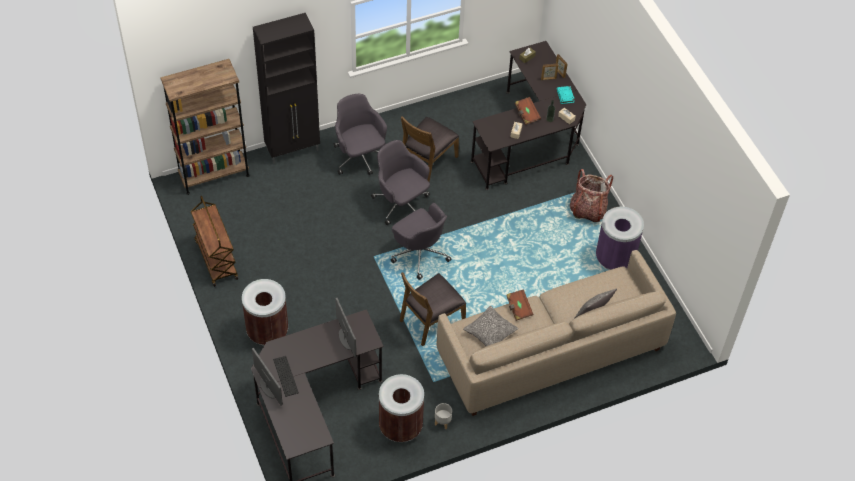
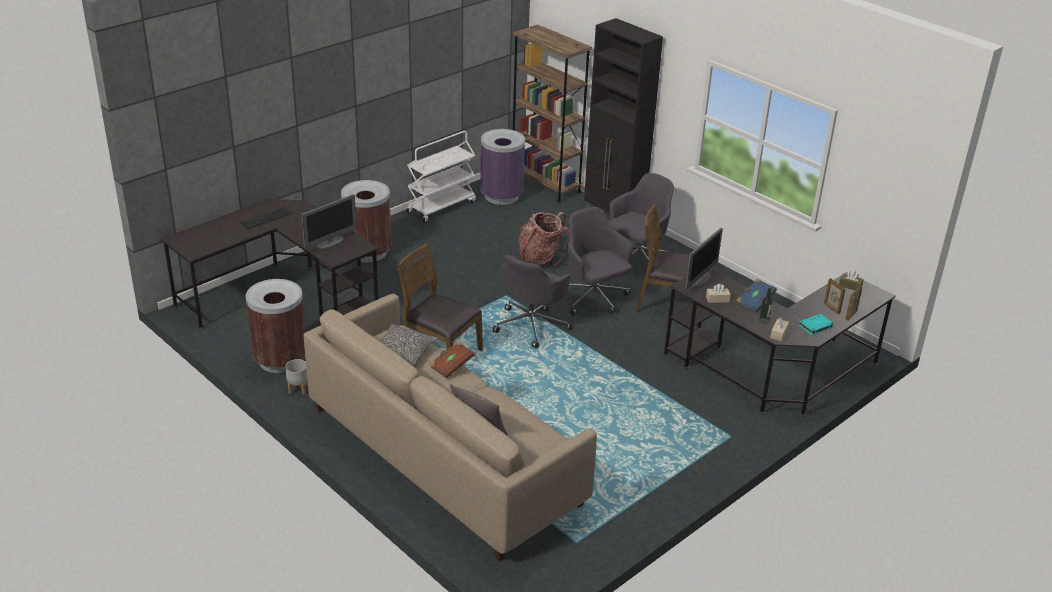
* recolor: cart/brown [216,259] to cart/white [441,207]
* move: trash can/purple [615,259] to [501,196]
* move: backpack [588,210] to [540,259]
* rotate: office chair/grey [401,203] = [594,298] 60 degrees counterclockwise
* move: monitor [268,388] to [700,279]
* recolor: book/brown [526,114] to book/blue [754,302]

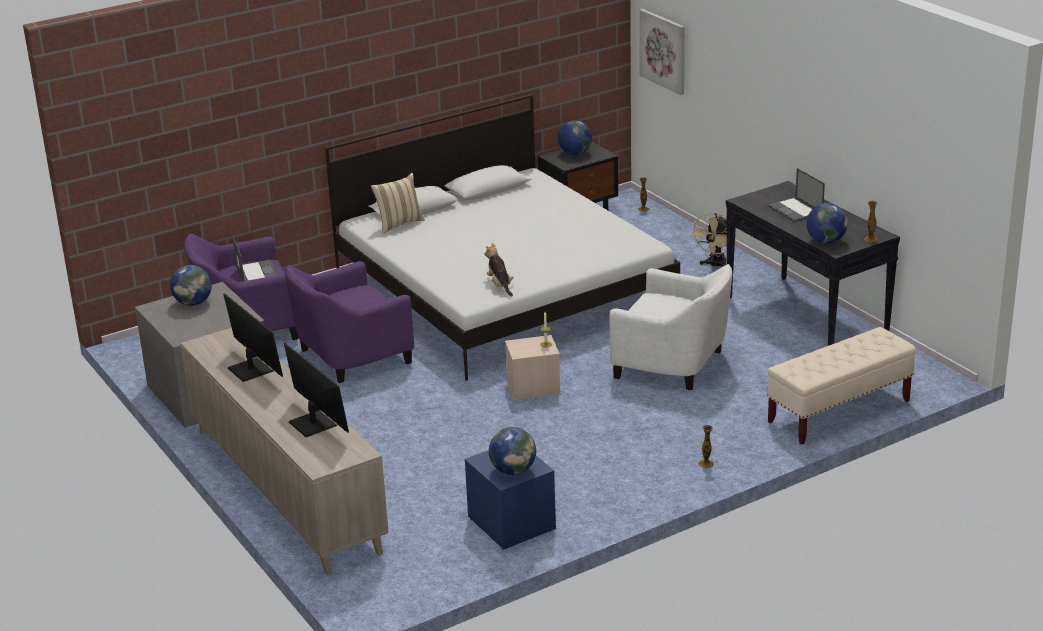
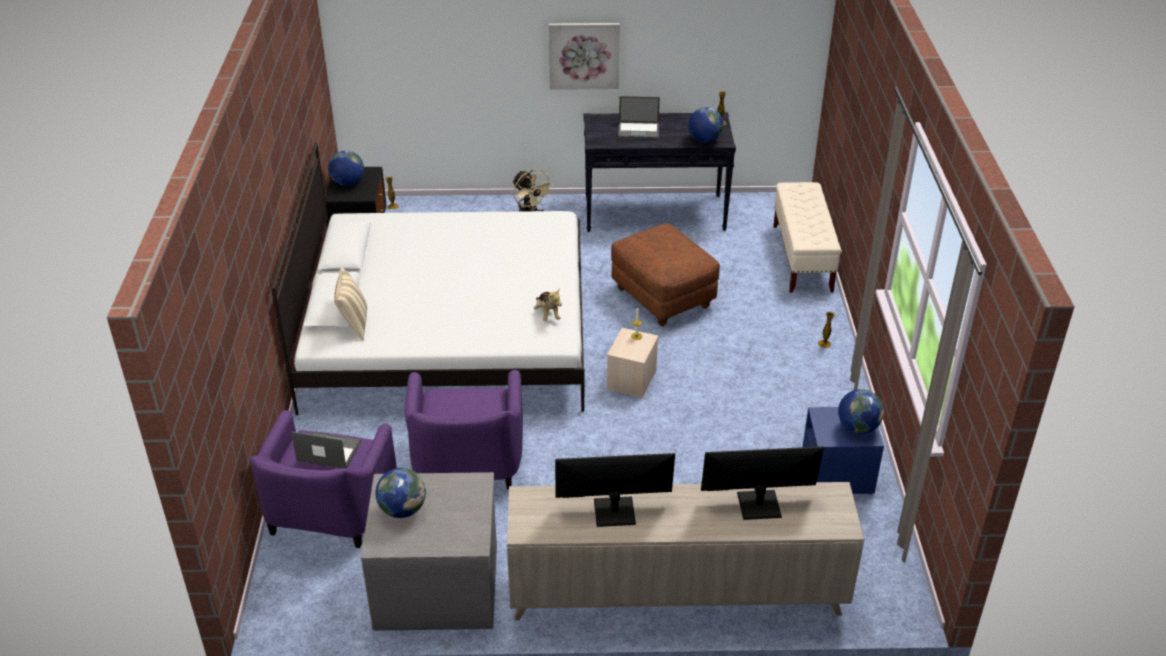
* rotate: plush toy [500,285] = [547,314] 120 degrees counterclockwise
* move: picture [663,51] to [584,55]
* replace: armchair/white [673,363] to ottoman/brown [663,297]

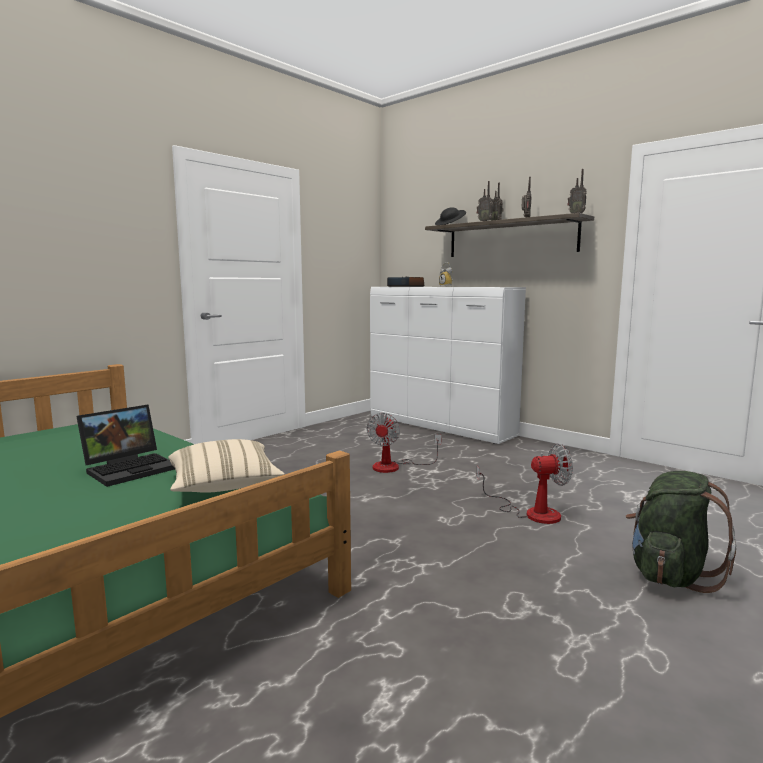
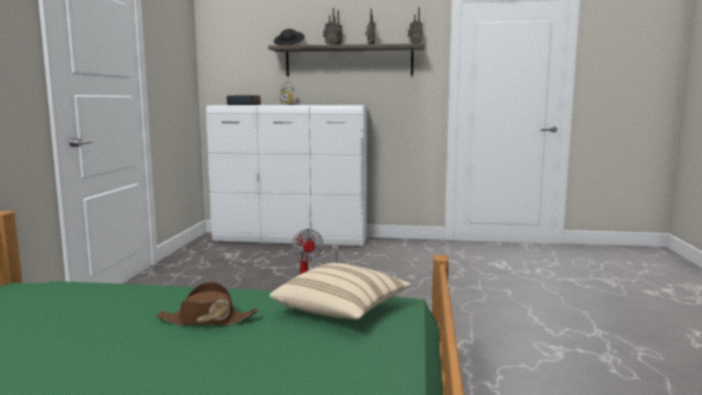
* replace: laptop [131,468] to hat/brown [207,320]
* delete: fan [531,512]
* delete: backpack/green [670,575]

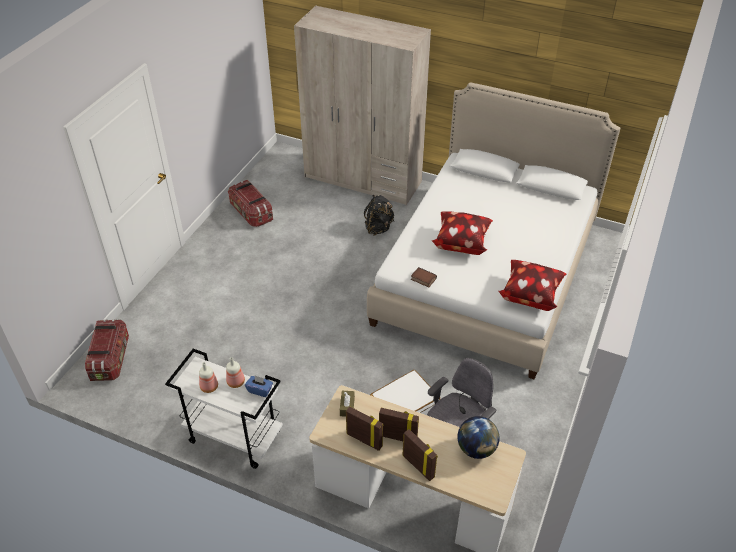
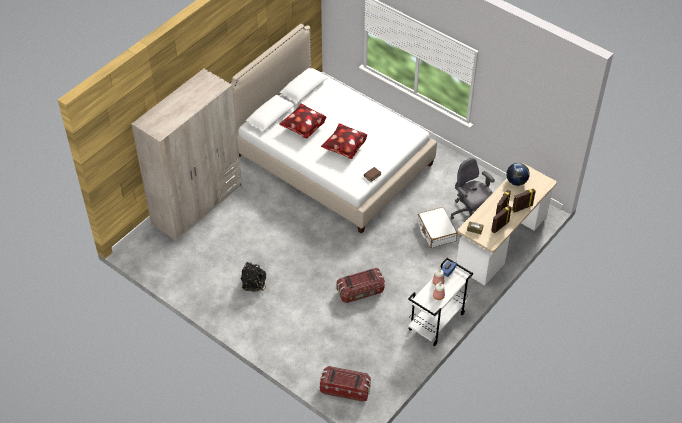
* move: backpack/black [378,228] to [253,284]
* move: pillow [529,295] to [303,128]
* move: storage box [251,213] to [361,292]

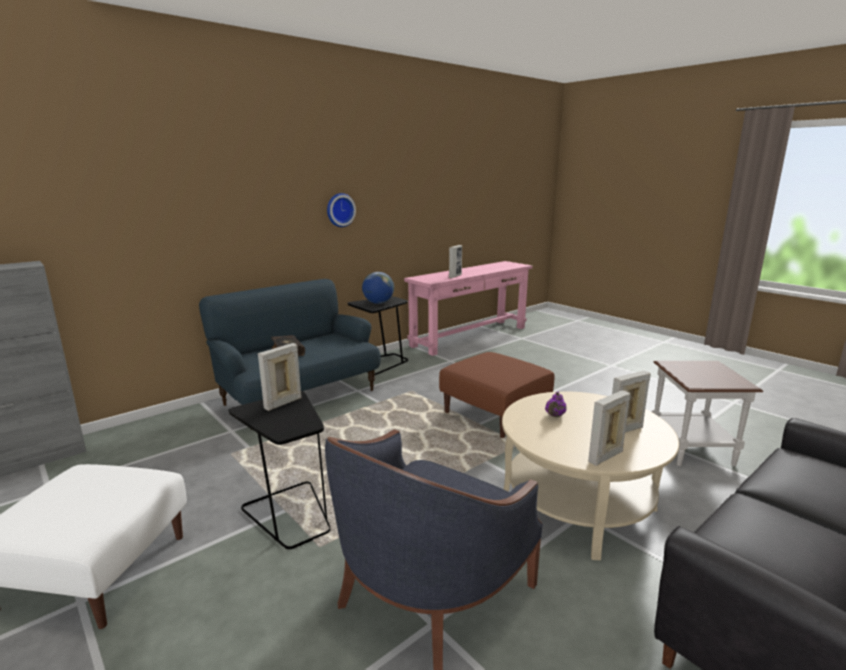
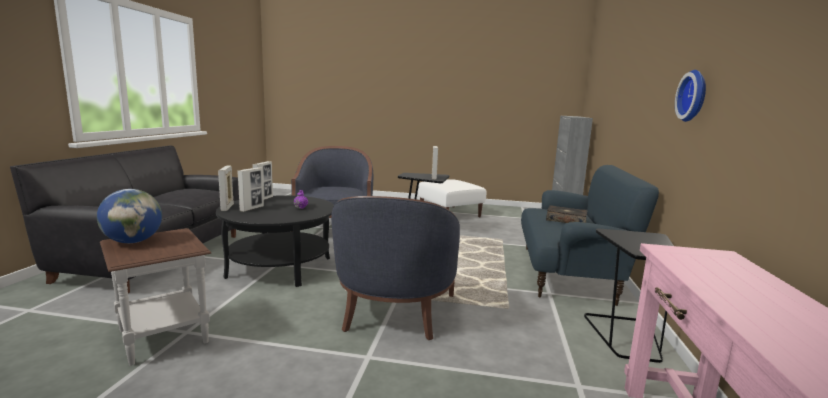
* move: globe [378,303] to [133,241]
* recolor: coffee table/beige [578,506] to coffee table/black [280,267]
* move: picture frame [455,276] to [227,207]
* replace: ottoman/brown [495,414] to armchair/blue [394,311]

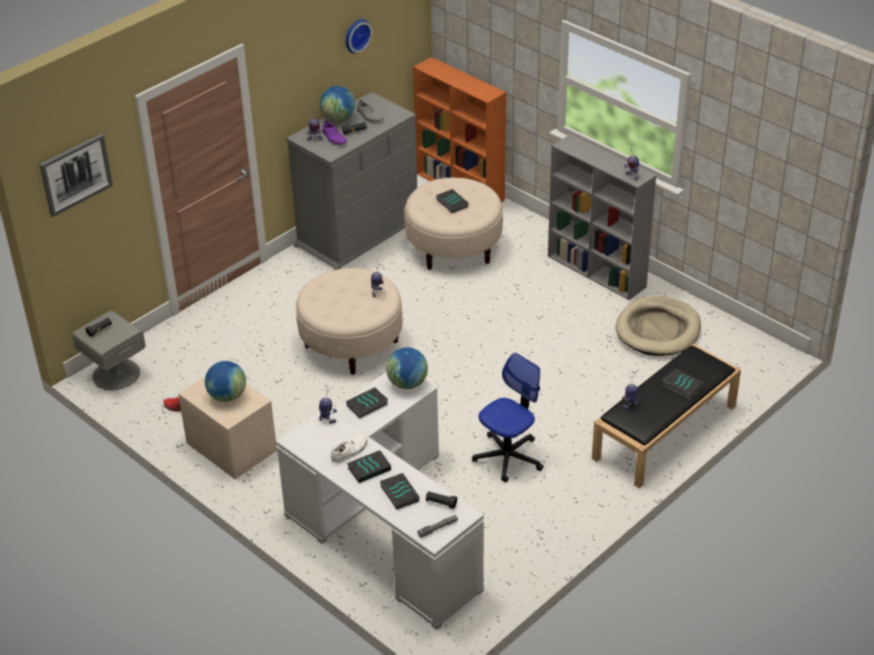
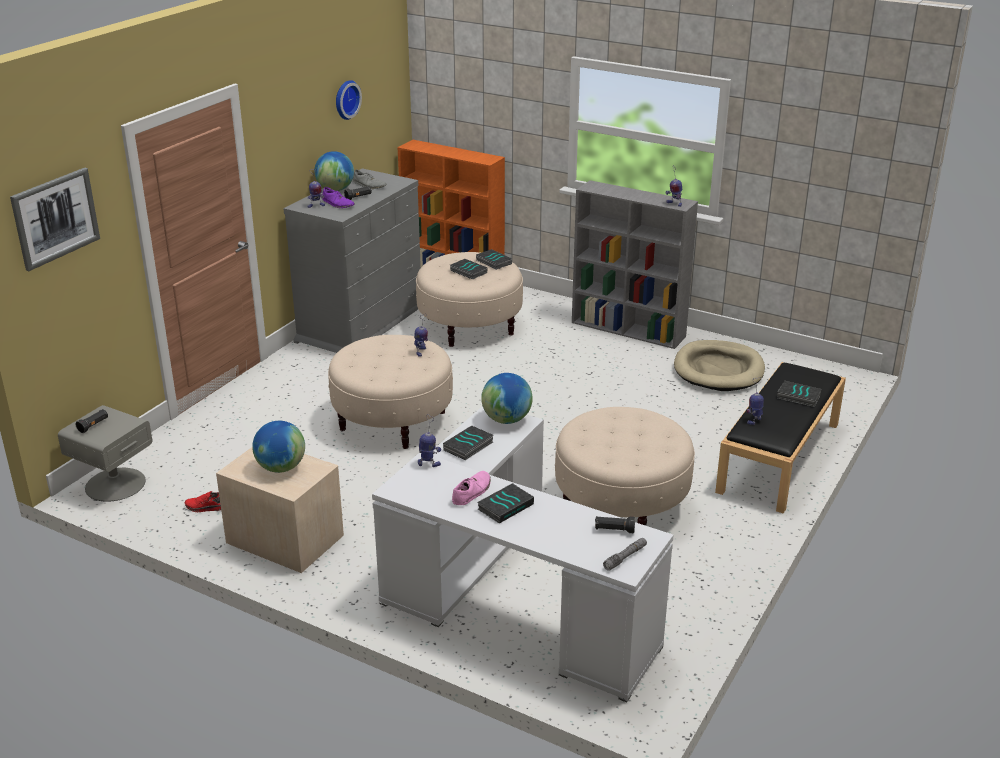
* recolor: shoe/white [349,451] to shoe/pink [471,492]
* move: book [398,493] to [493,262]
* replace: office chair [508,457] to ottoman/beige [621,504]

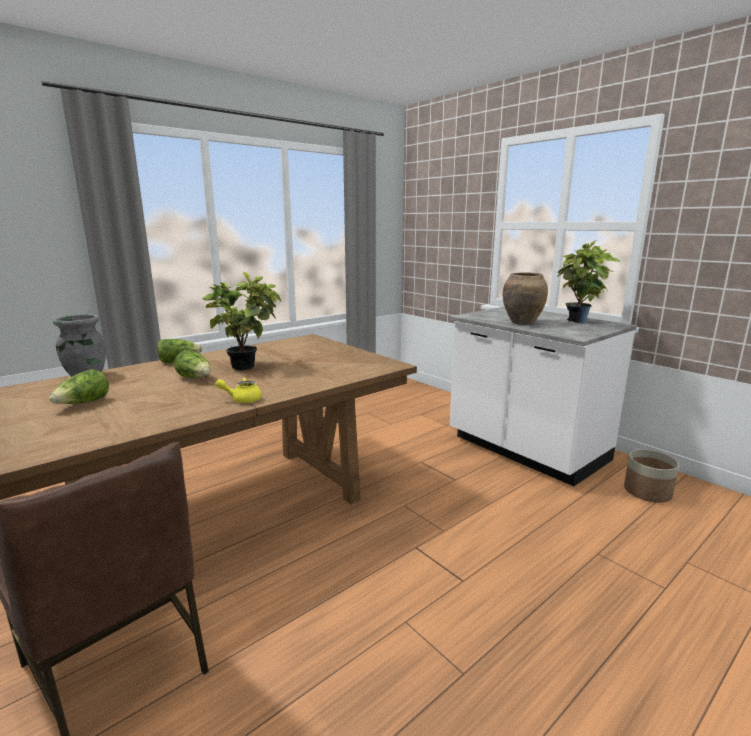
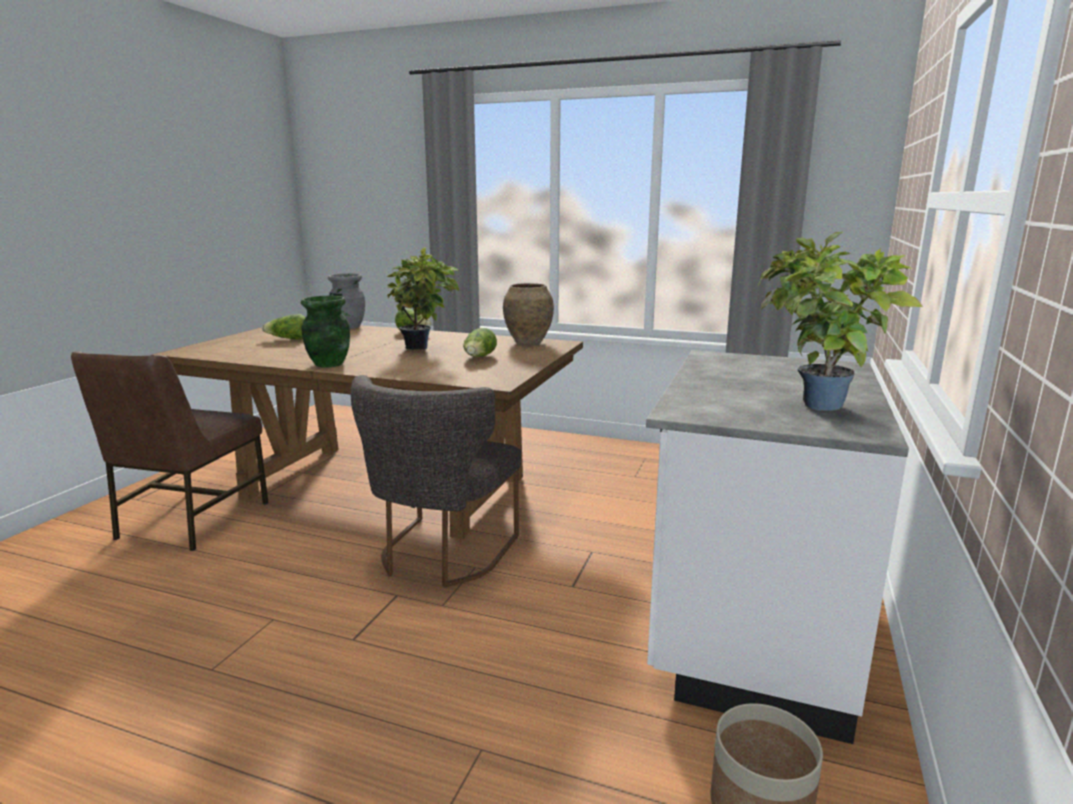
* replace: teapot/yellow [242,399] to vase/green [328,364]
* insert: chair/grey [440,555]
* move: lettuce [195,378] to [479,358]
* move: vase/brown [522,323] to [528,343]

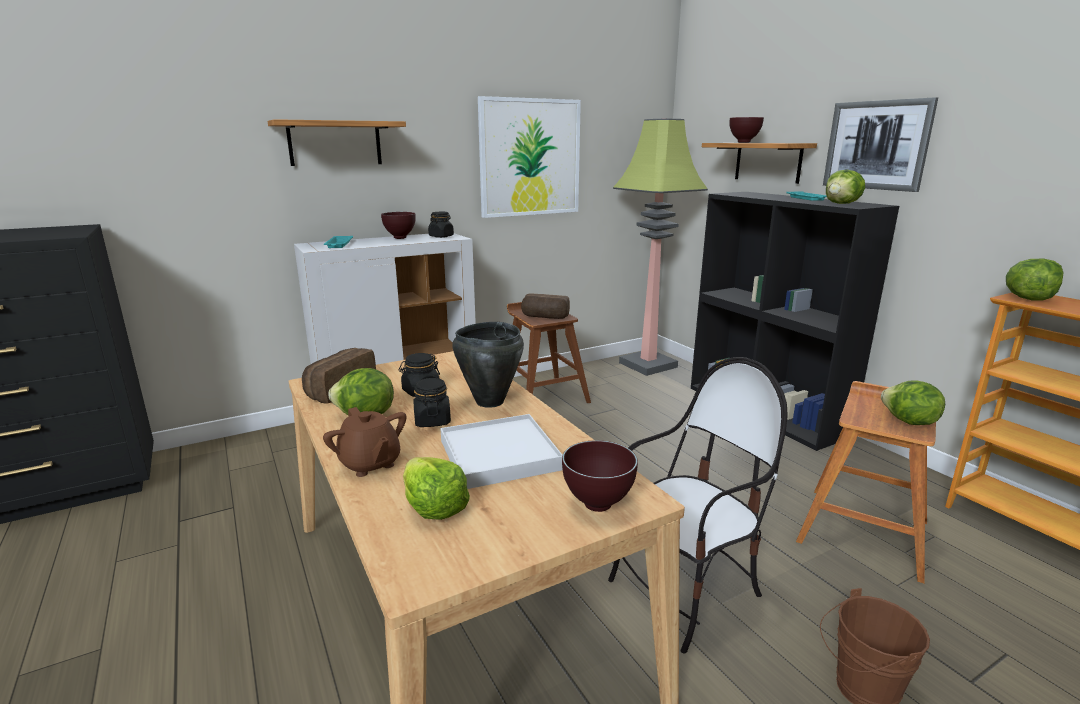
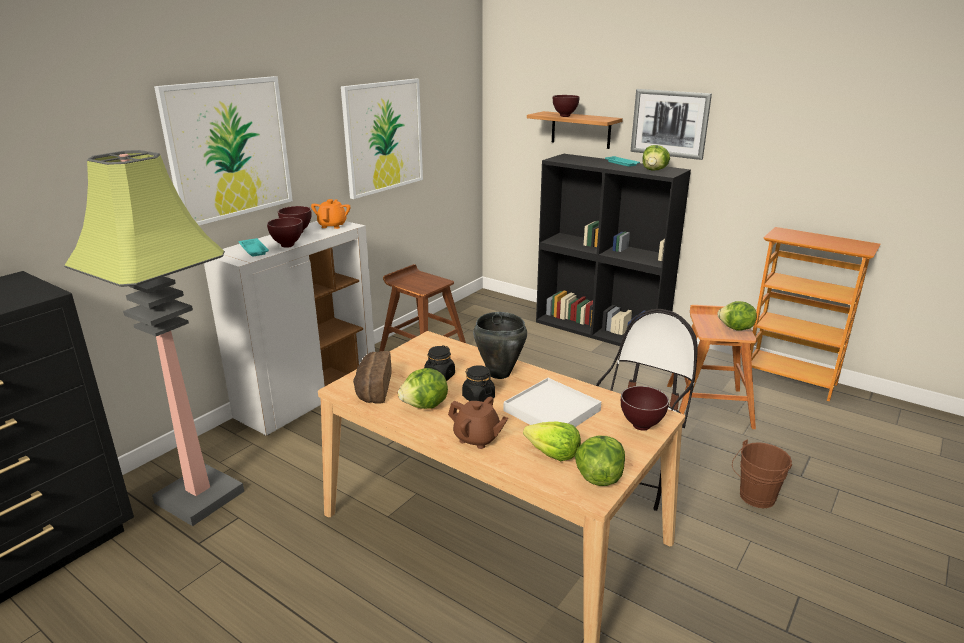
* move: floor lamp [649,365] to [201,497]
* replace: shelf [335,143] to picture [229,149]
* insert: bowl/brown [286,246]
* replace: jar/black [441,236] to teapot/orange [332,225]
* move: lettuce [1028,299] to [598,477]
* delete: bread [544,317]

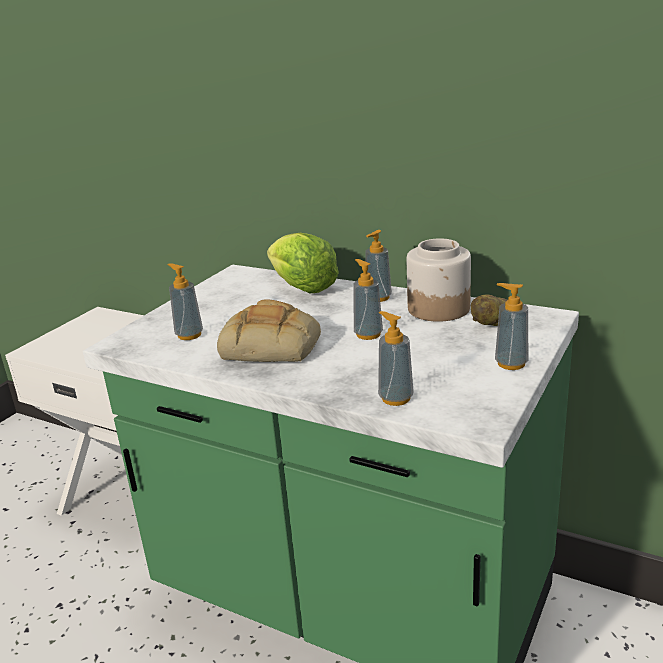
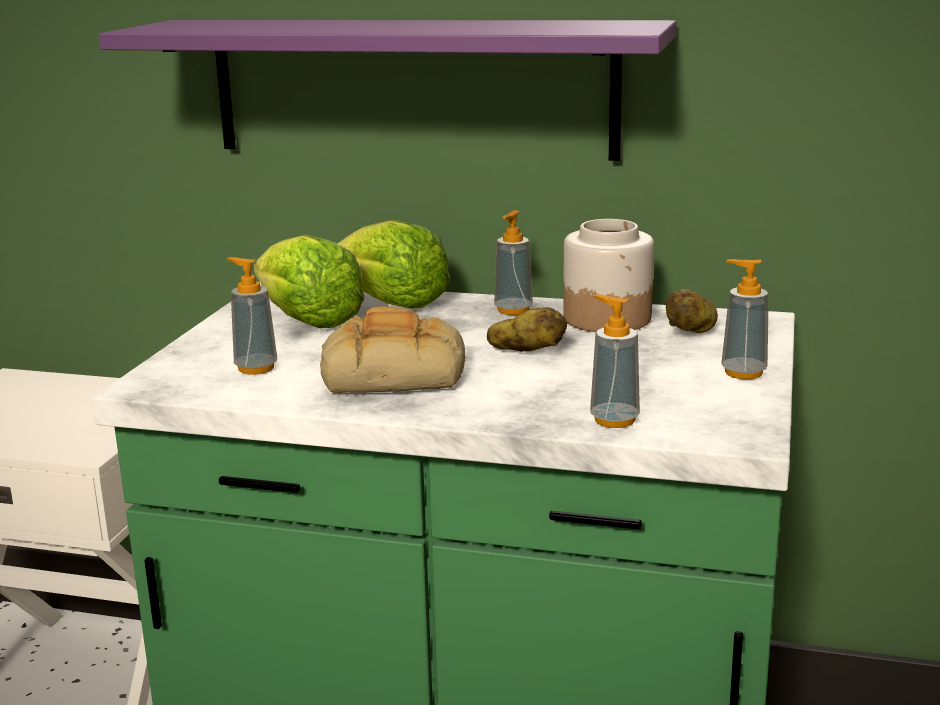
* insert: shelf/purple [412,88]
* insert: lettuce [307,320]
* replace: soap dispenser [368,334] to potato [527,352]

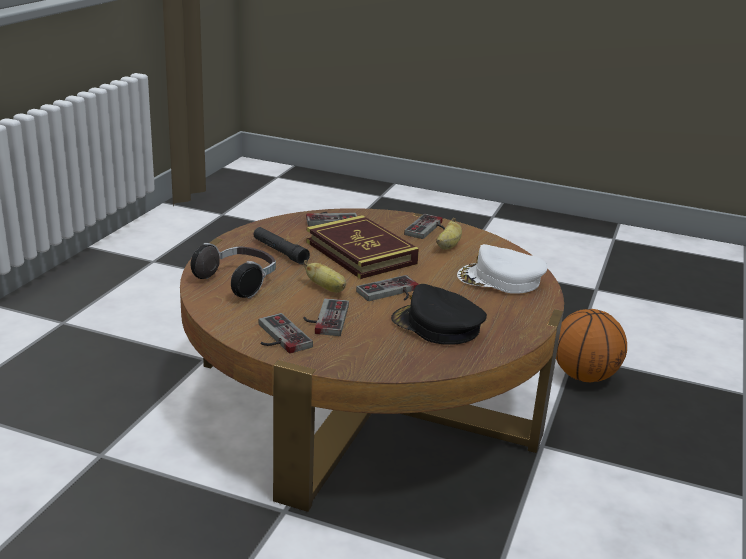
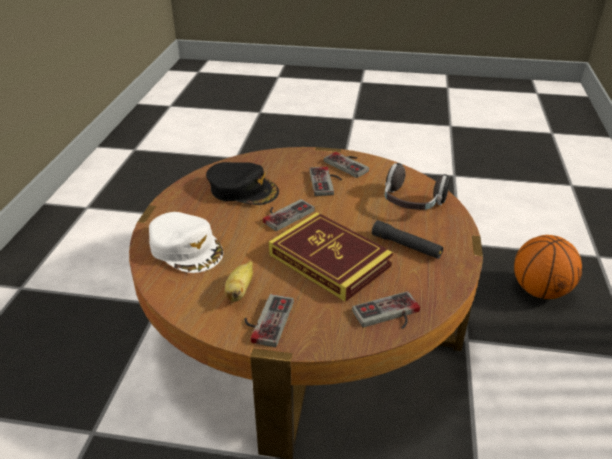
* rotate: cap/white [500,279] = [186,248] 45 degrees clockwise
* move: basketball [584,376] to [540,291]
* delete: banana [327,289]

